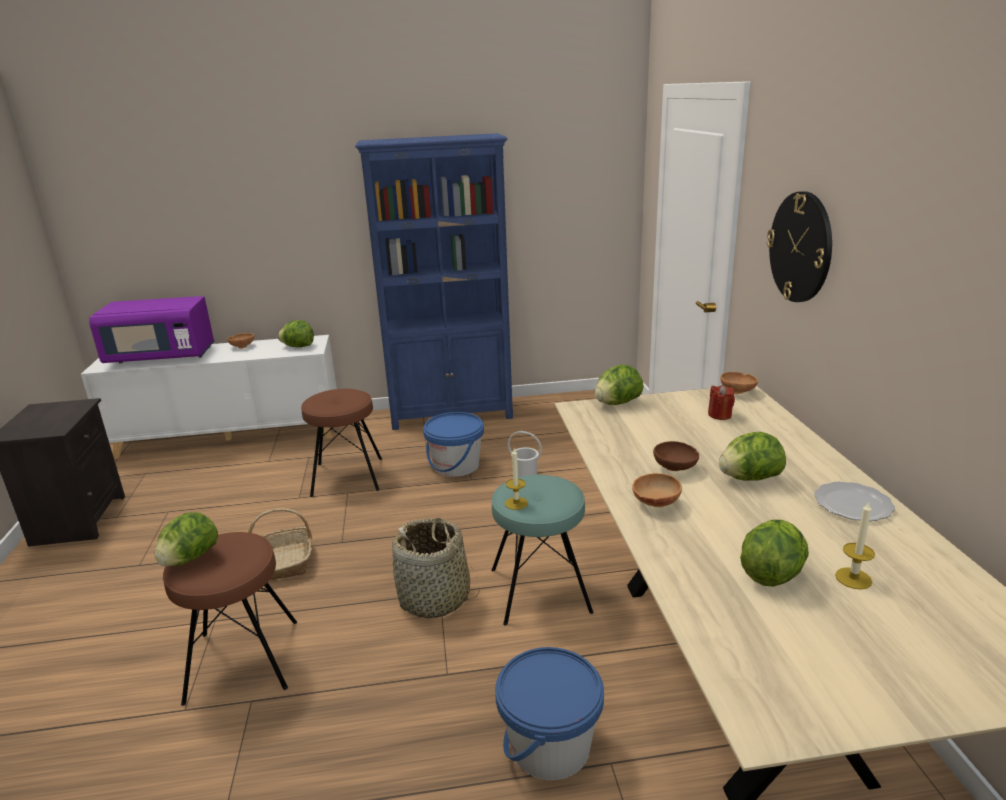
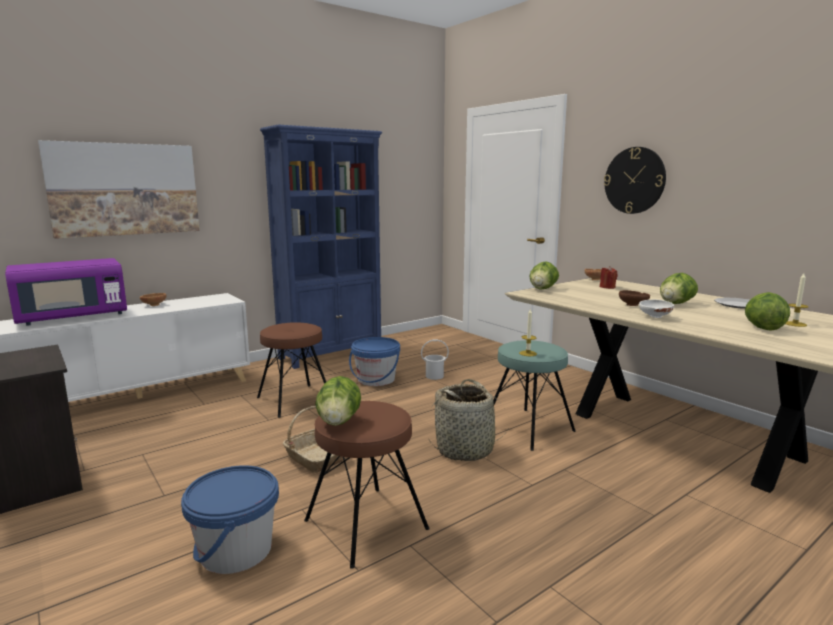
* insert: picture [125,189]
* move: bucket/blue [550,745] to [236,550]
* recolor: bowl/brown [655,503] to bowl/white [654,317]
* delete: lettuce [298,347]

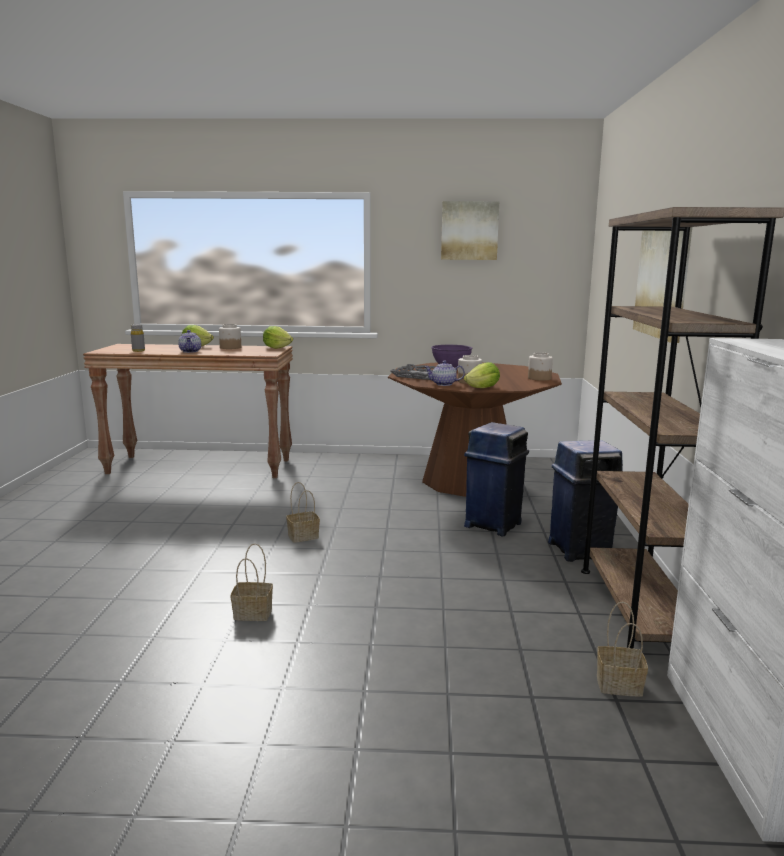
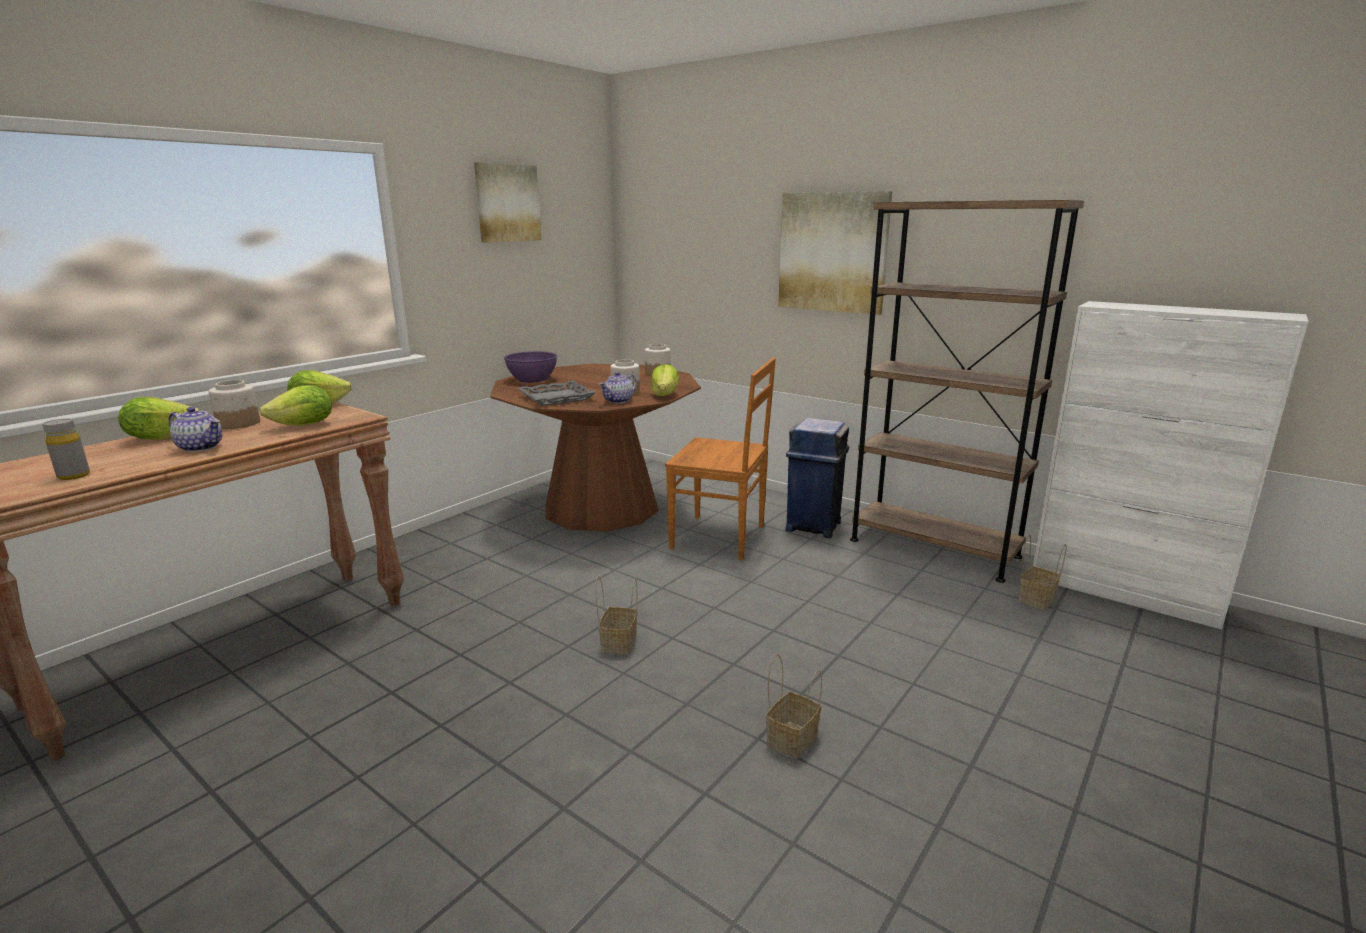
* insert: lettuce [304,425]
* replace: trash can/blue [493,524] to chair/brown [721,537]

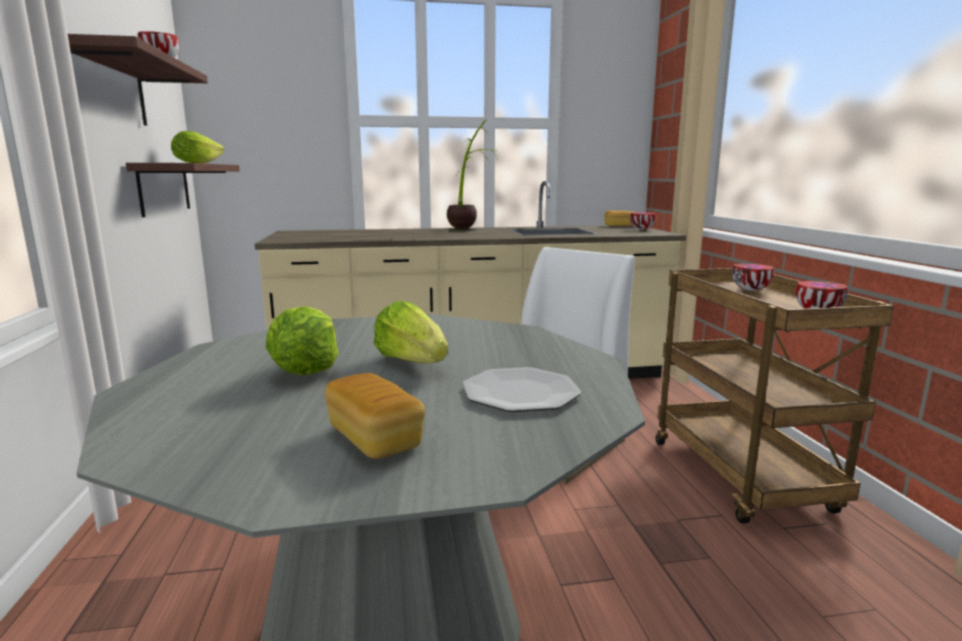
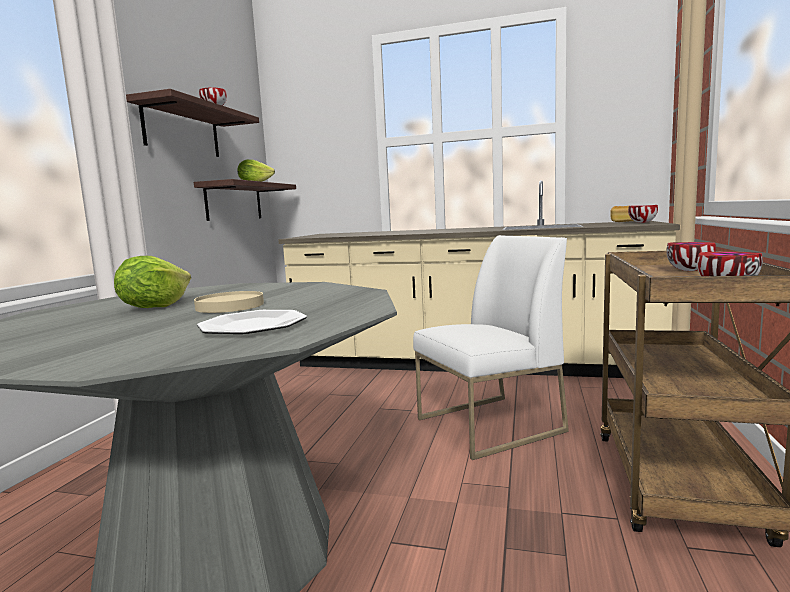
* replace: lettuce [412,362] to plate/beige [230,306]
* delete: bread [374,438]
* delete: potted plant [467,231]

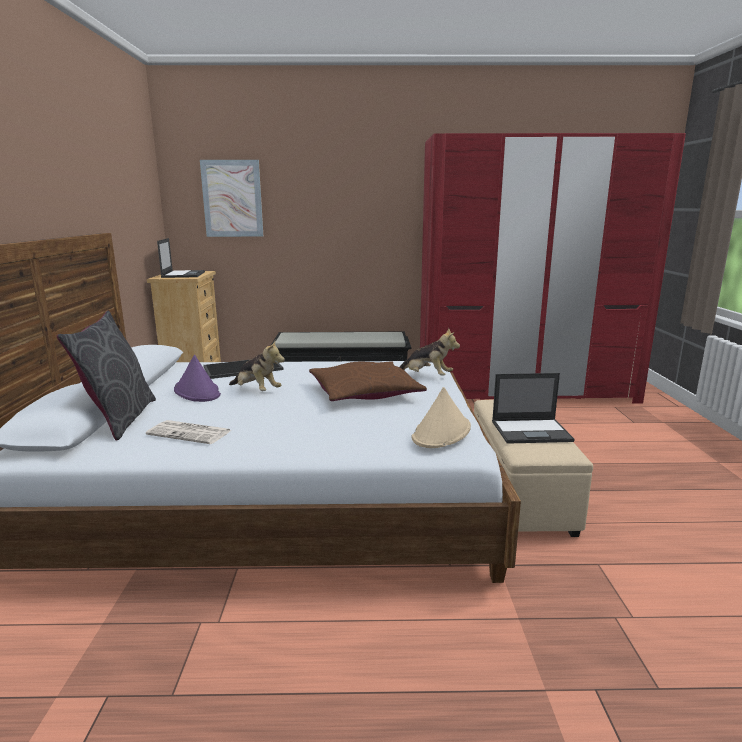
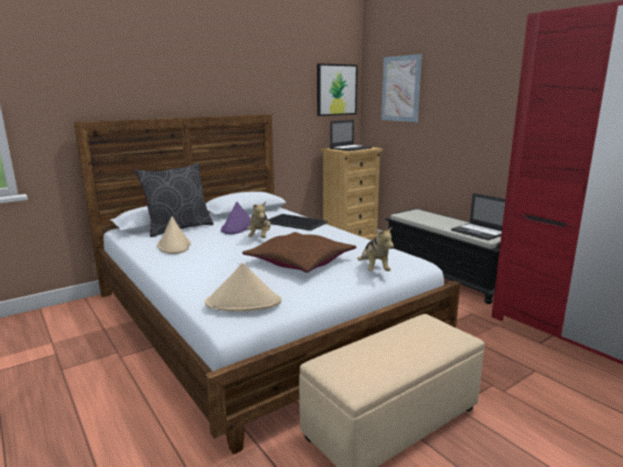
* replace: newspaper [191,433] to hat/beige [174,245]
* insert: picture [336,90]
* move: laptop [532,431] to [479,232]

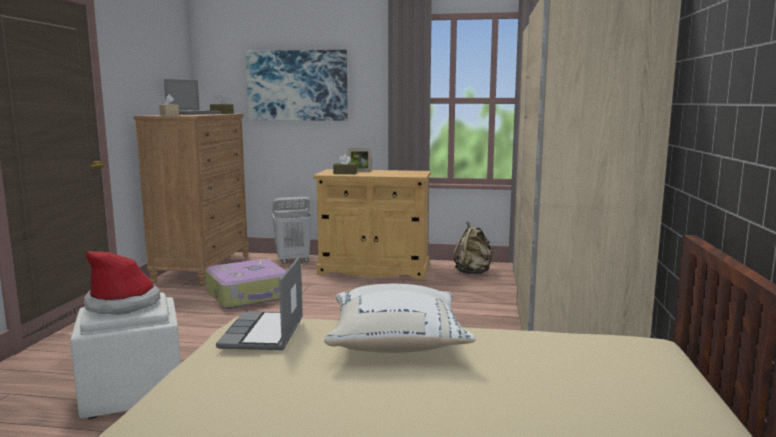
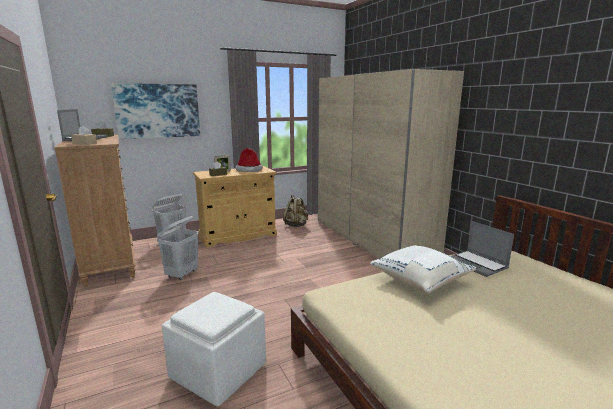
* replace: suitcase [249,295] to laundry basket/white [182,274]
* move: hat [123,304] to [249,170]
* move: laptop [264,333] to [478,264]

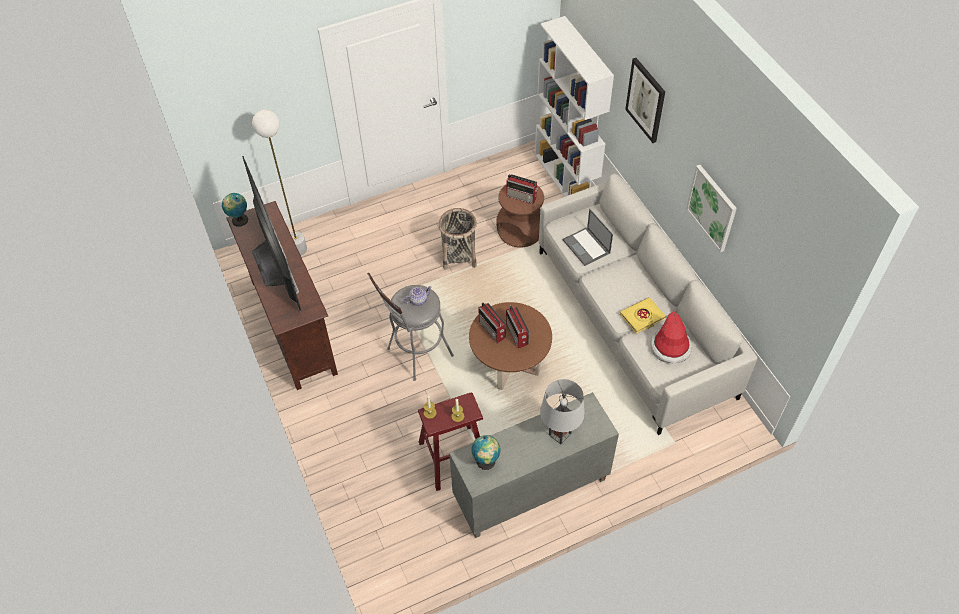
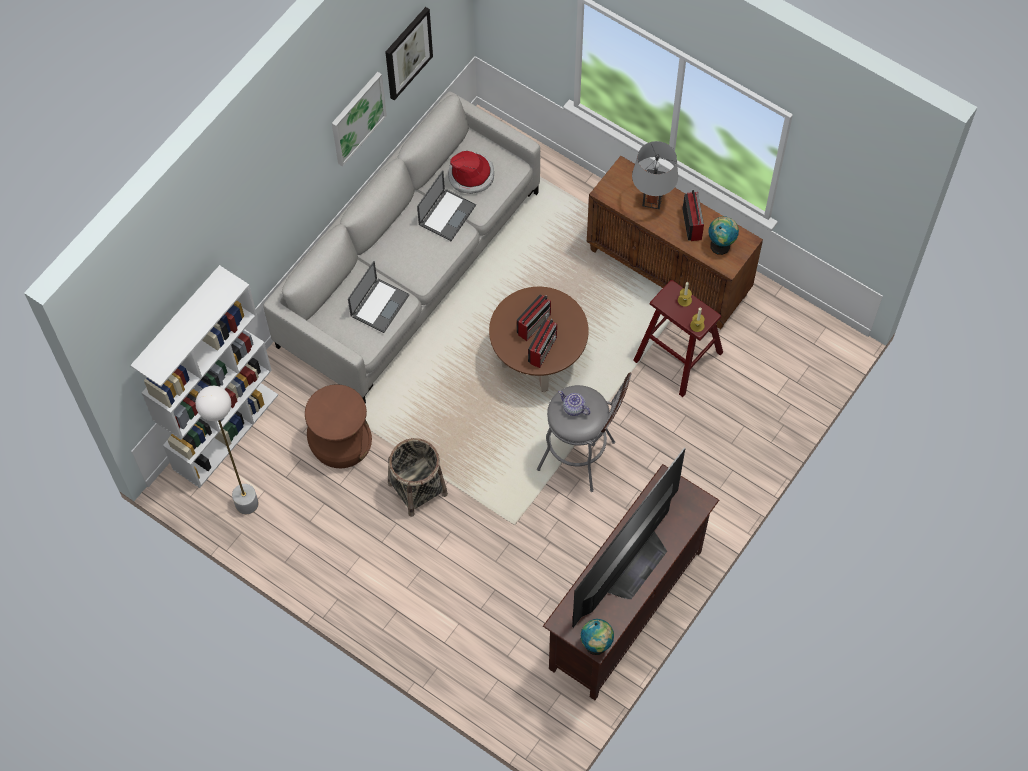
* move: floor lamp/white [298,249] to [246,503]
* move: picture [646,100] to [407,53]
* replace: book/yellow [642,317] to laptop [447,214]
* recolor: cabinet/grey [530,491] to cabinet/brown [669,272]
* move: radio [522,197] to [692,223]

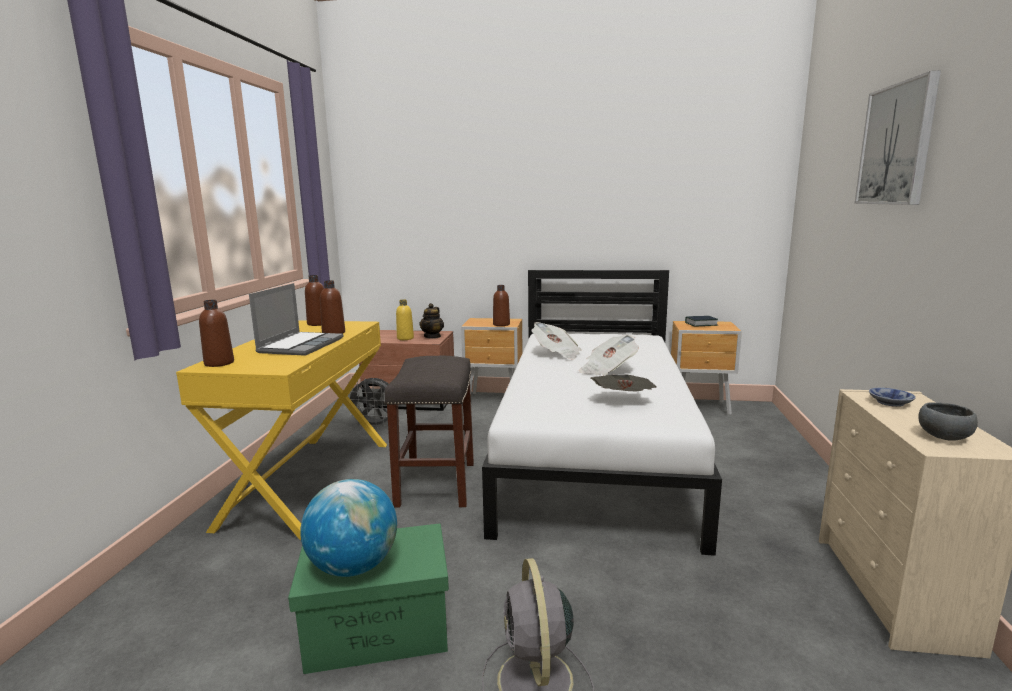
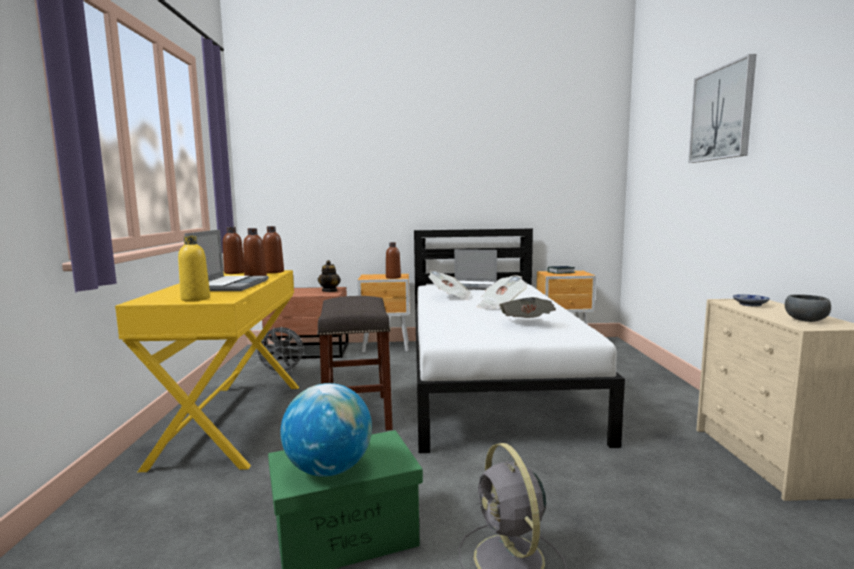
* move: bottle/yellow [405,338] to [195,299]
* move: bottle/brown [219,363] to [274,272]
* insert: laptop [473,286]

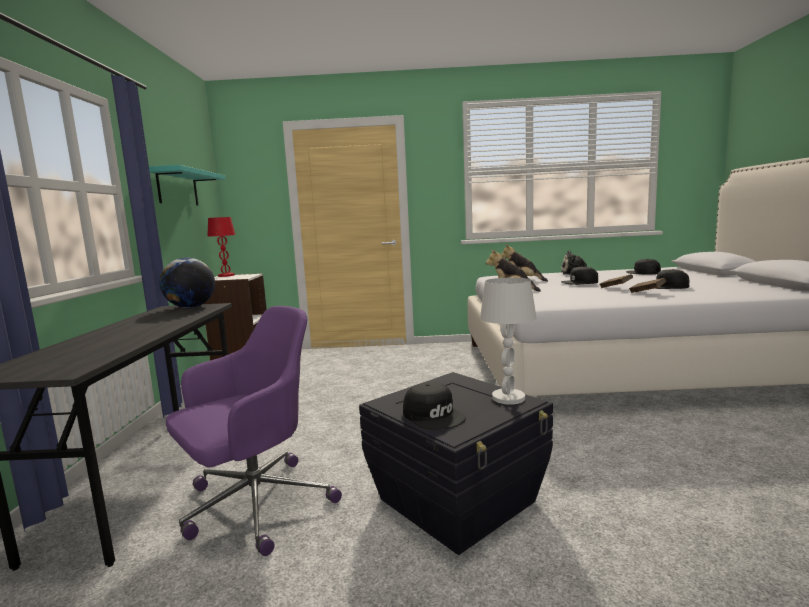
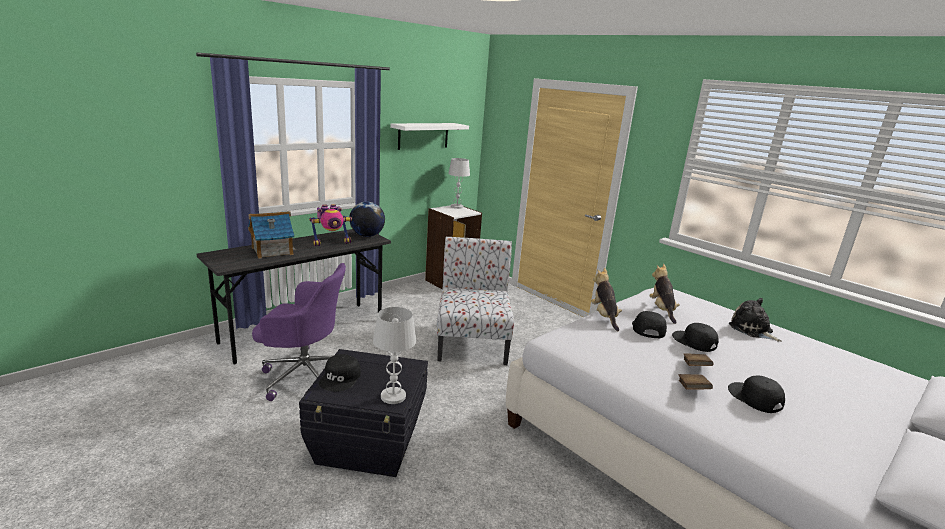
* insert: toy house [272,251]
* insert: toy robot [331,242]
* recolor: shelf/turquoise [177,188] to shelf/white [423,135]
* insert: chair [472,341]
* recolor: table lamp/red [226,275] to table lamp/white [457,207]
* move: cap/black [643,272] to [647,329]

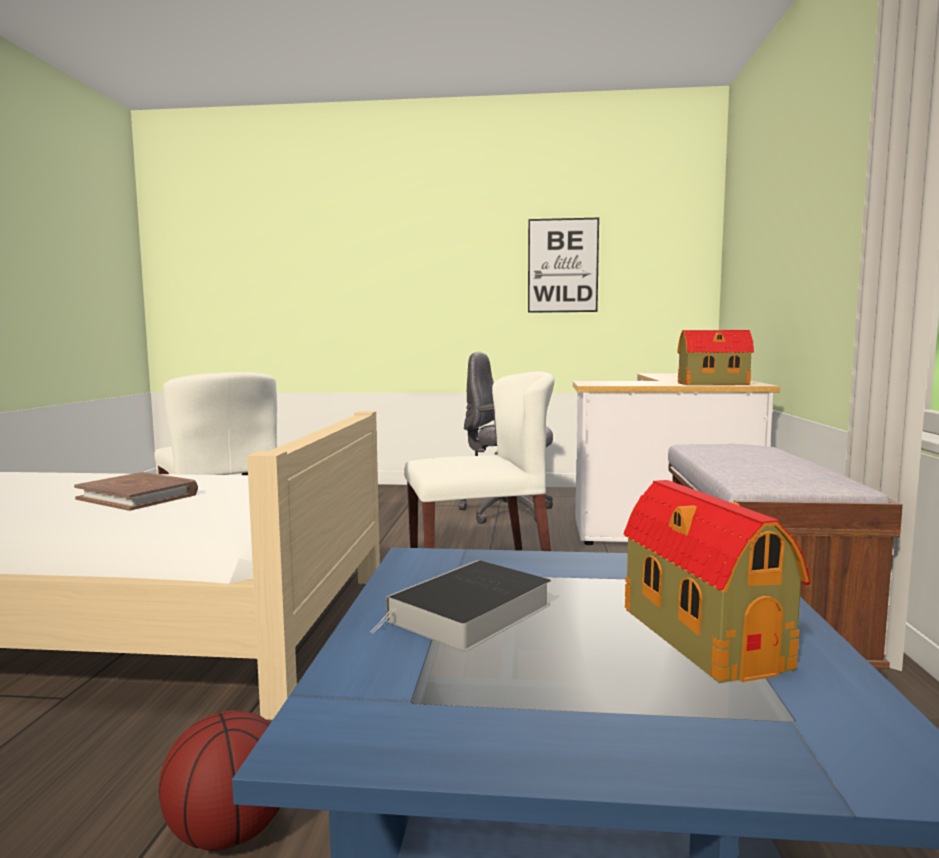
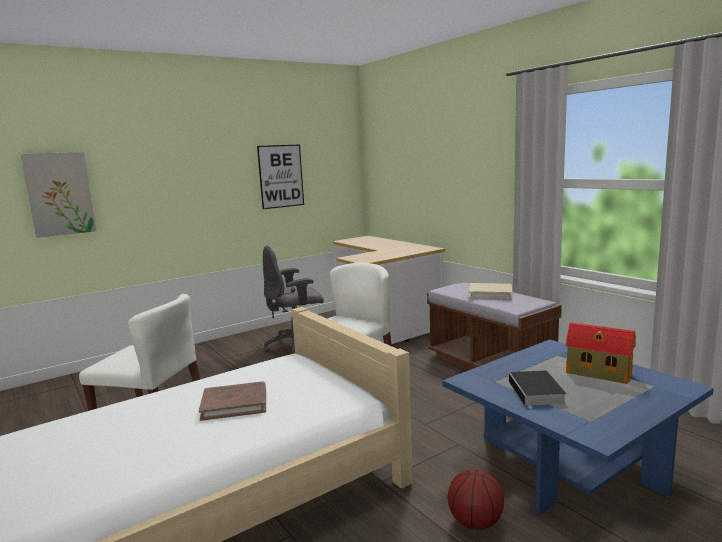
* insert: picture [59,194]
* insert: book/beige [490,293]
* delete: toy house [711,384]

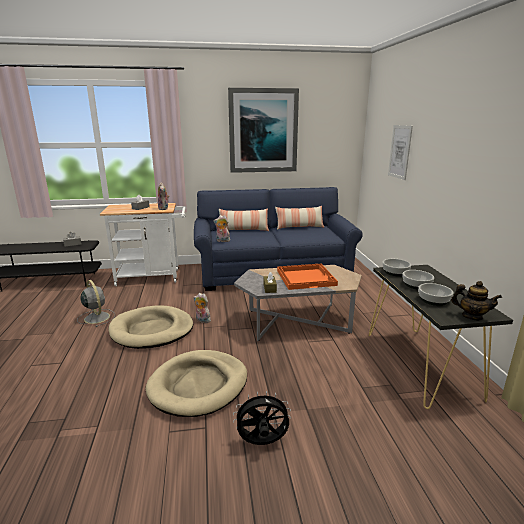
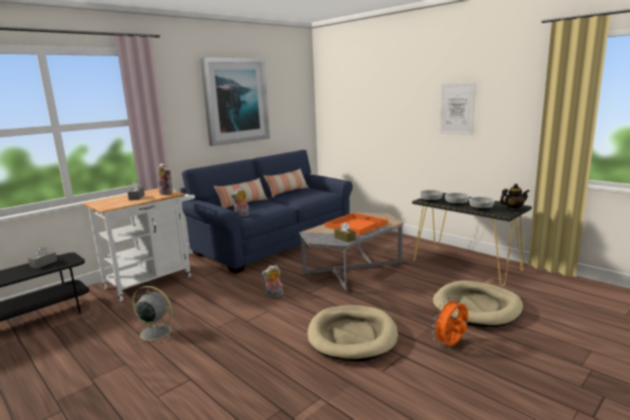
* recolor: fan/black [262,443] to fan/orange [451,345]
* move: dog bed/beige [152,330] to [477,307]
* move: picture [400,152] to [457,109]

